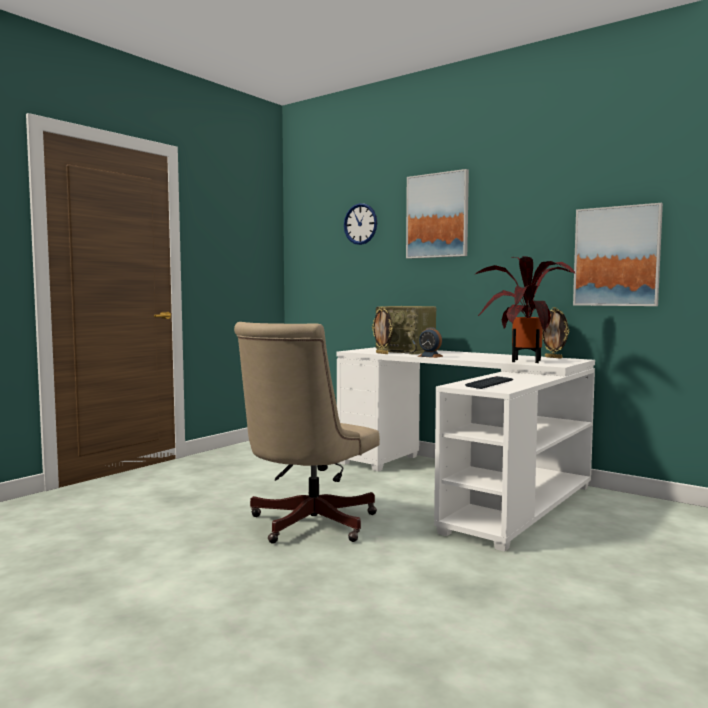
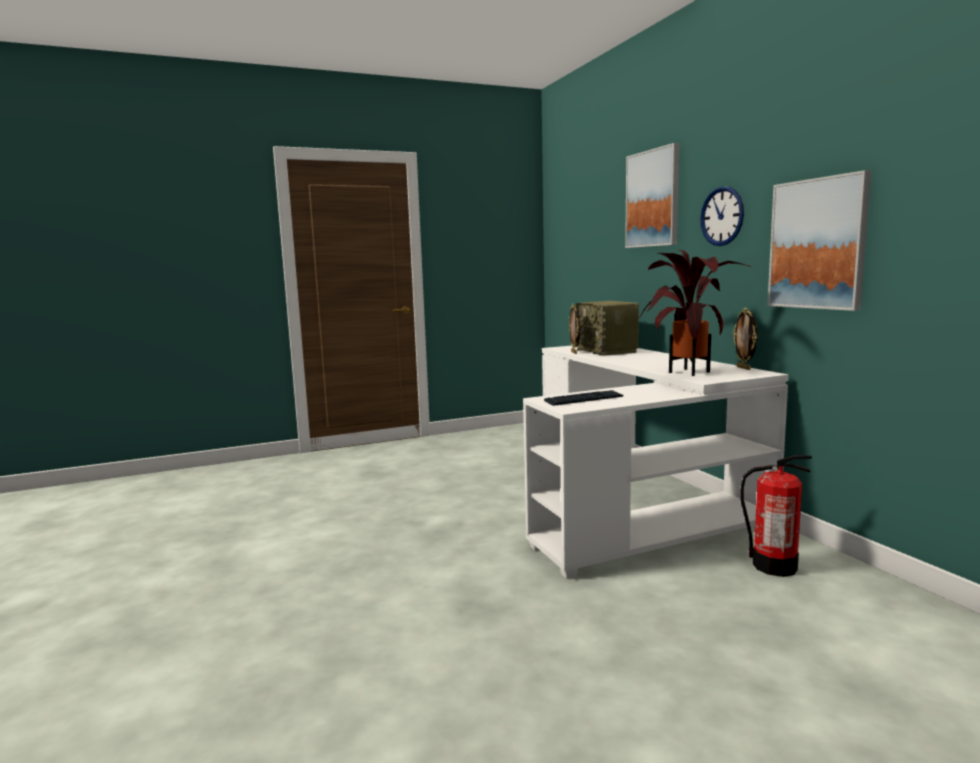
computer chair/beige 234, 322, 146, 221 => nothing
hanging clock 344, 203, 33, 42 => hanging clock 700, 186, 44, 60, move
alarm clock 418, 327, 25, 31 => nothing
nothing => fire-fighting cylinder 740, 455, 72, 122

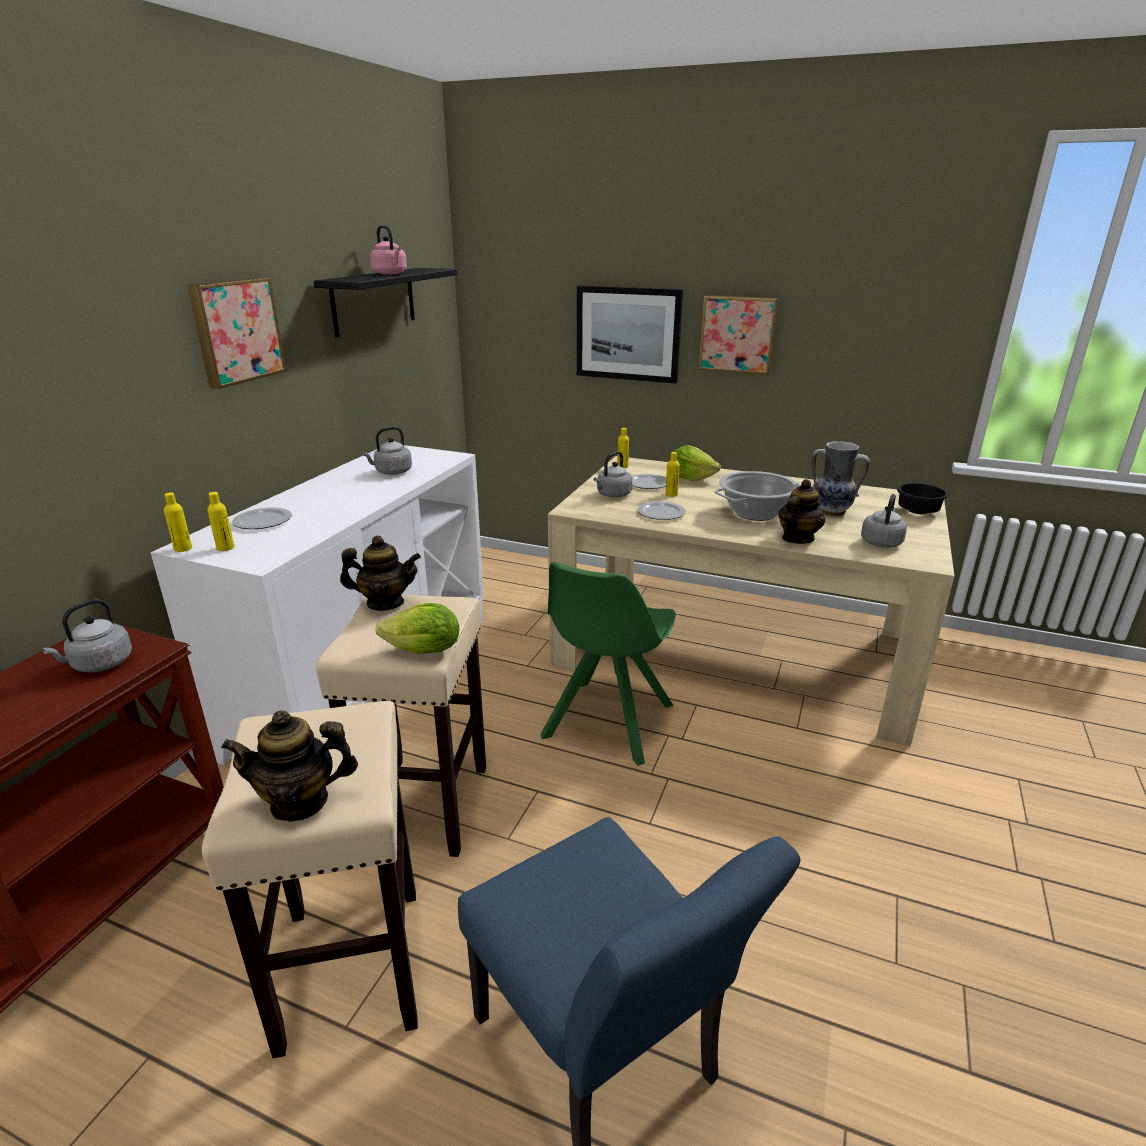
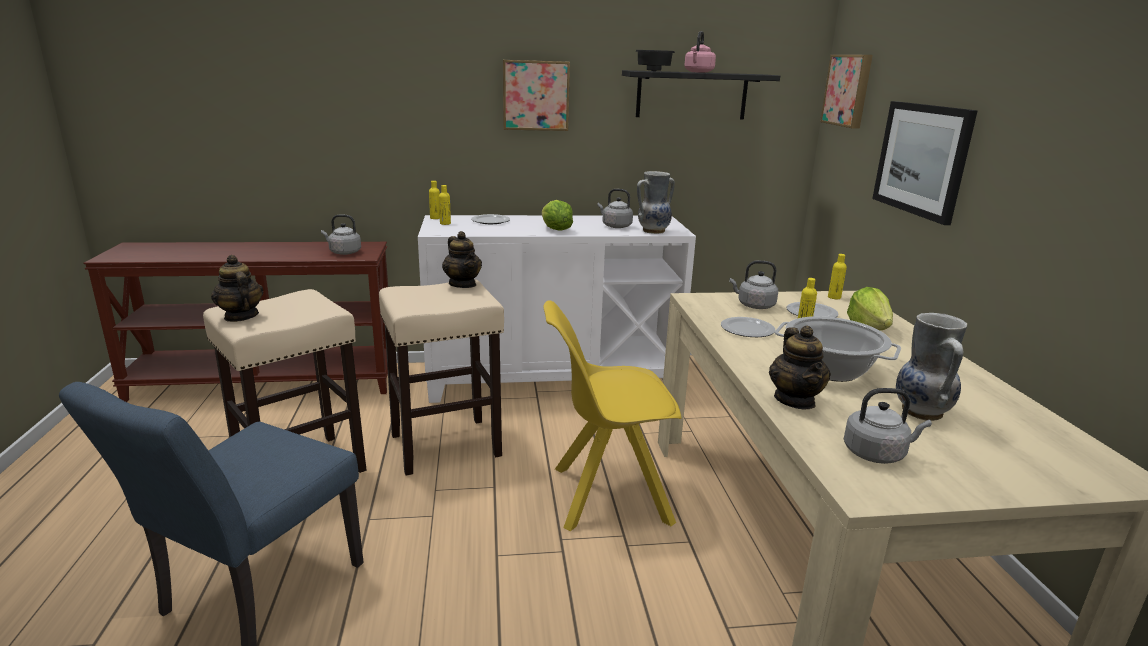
lettuce 375, 603, 84, 51 => lettuce 542, 200, 31, 31, move
plain chair/green-coloured 540, 562, 136, 204 => plain chair/yellow 543, 300, 139, 231
wall picture 698, 295, 81, 80 => wall picture 820, 55, 53, 74, move
teapot 779, 479, 46, 65 => teapot 769, 325, 62, 84, 75 degrees clockwise
deep dish/black 897, 483, 51, 31 => deep dish/black 635, 50, 40, 21, move
nothing => flower vase 637, 171, 38, 63

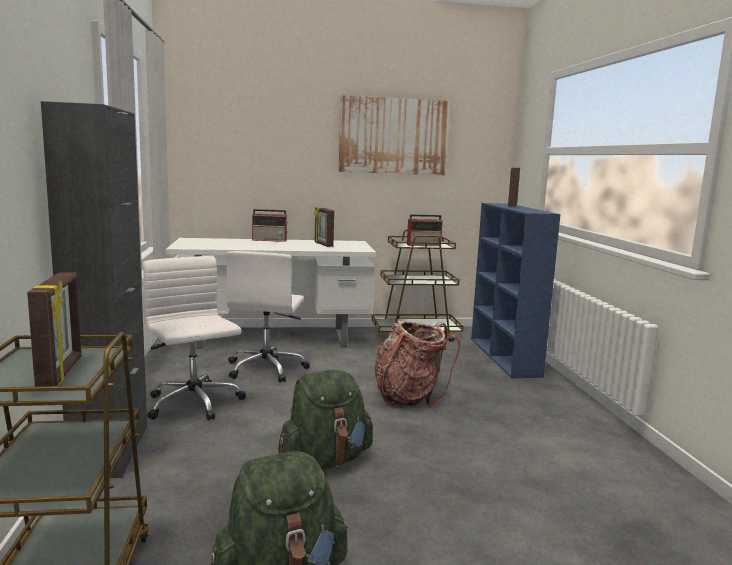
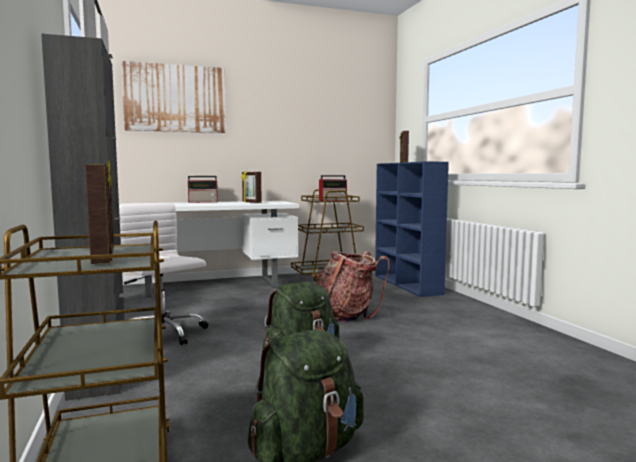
computer chair/whitish 226, 251, 84, 132 => nothing
wall picture 339, 95, 112, 80 => wall picture 121, 61, 105, 72, move

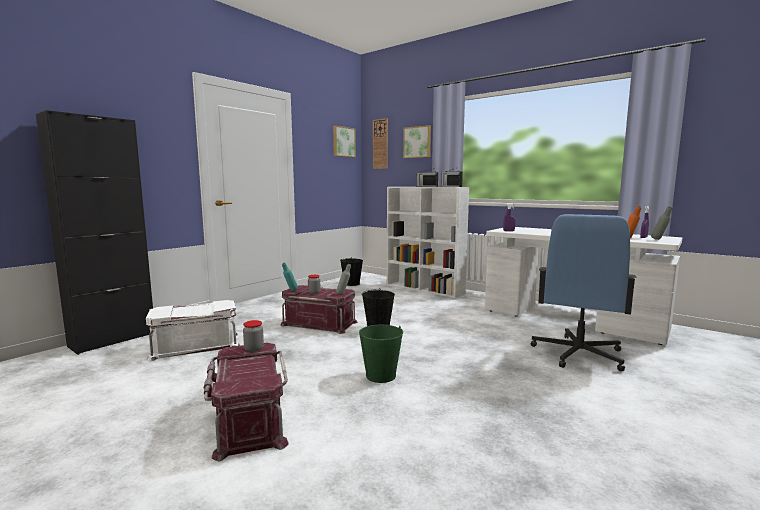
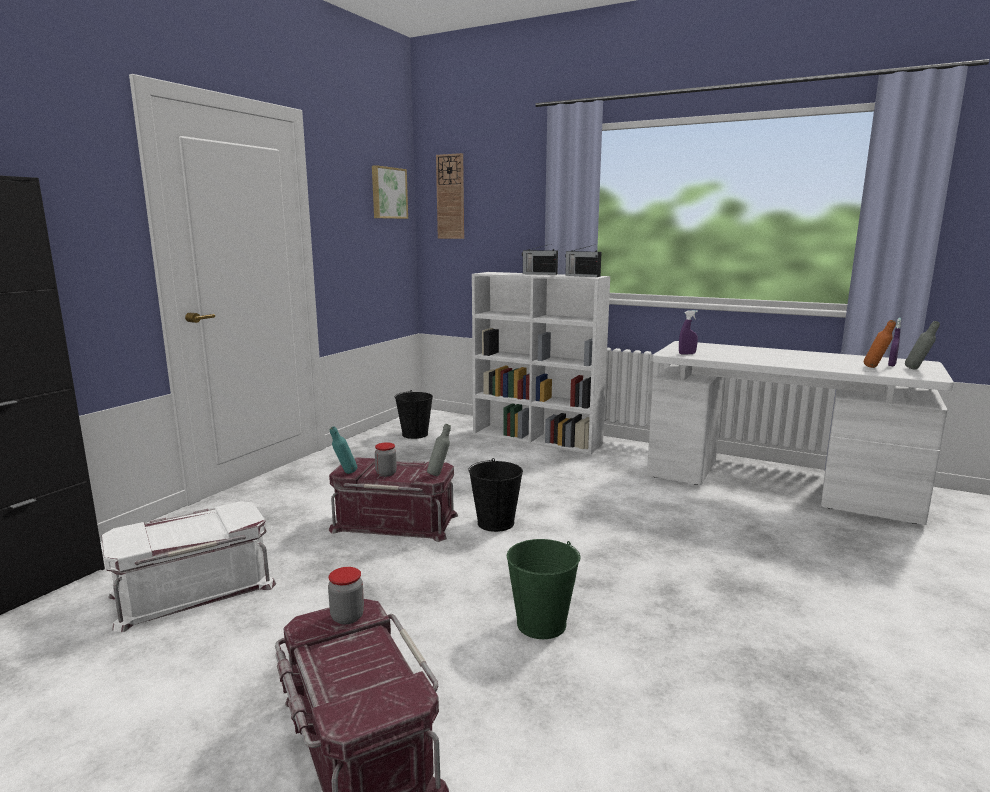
wall picture 403, 125, 28, 33 => nothing
computer chair/blue-coloured 530, 214, 107, 157 => nothing

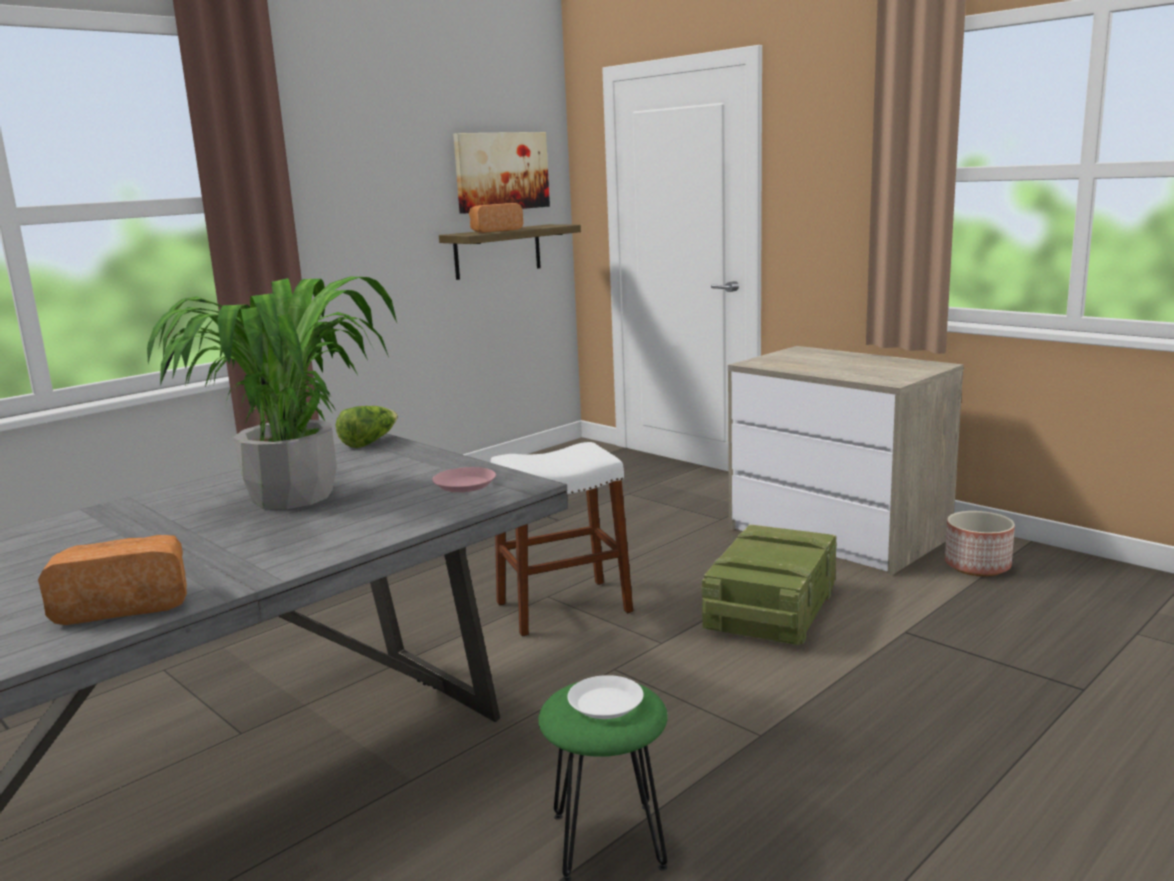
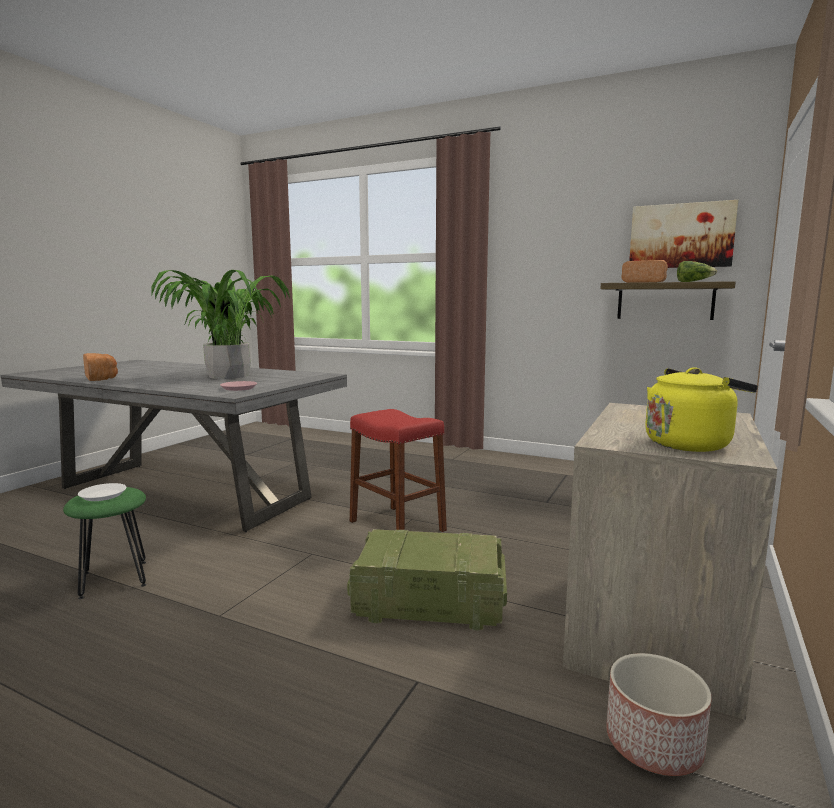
lettuce 336, 406, 62, 42 => lettuce 677, 261, 40, 21, move
stool seat/whitish 491, 442, 142, 195 => stool seat/red-coloured 350, 409, 97, 123
nothing => tea kettle/yellow 645, 367, 113, 85

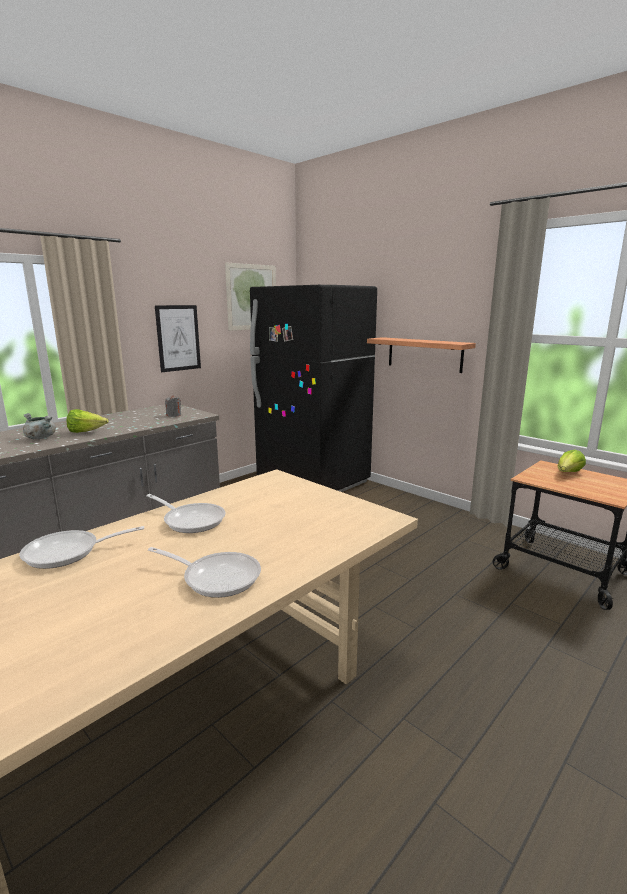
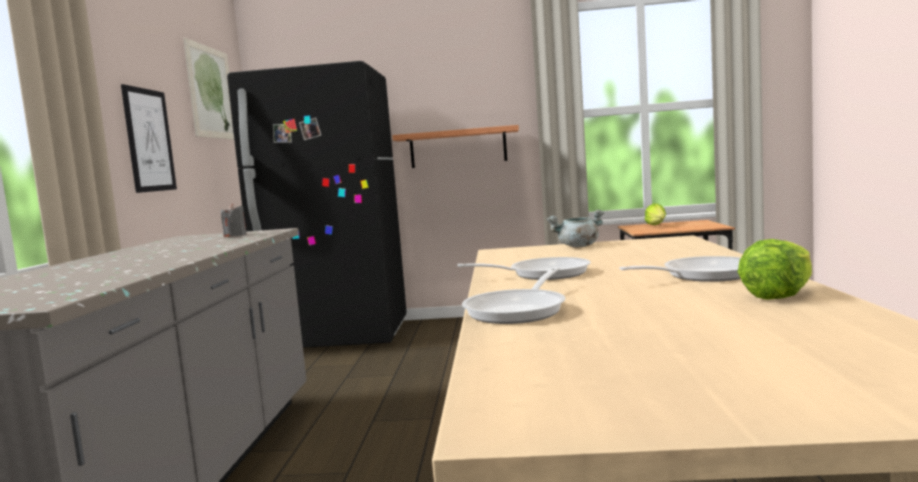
cooking pot/gray 23, 413, 33, 26 => cooking pot/gray 547, 210, 57, 37, move
lettuce 67, 409, 41, 24 => lettuce 738, 239, 74, 61, move

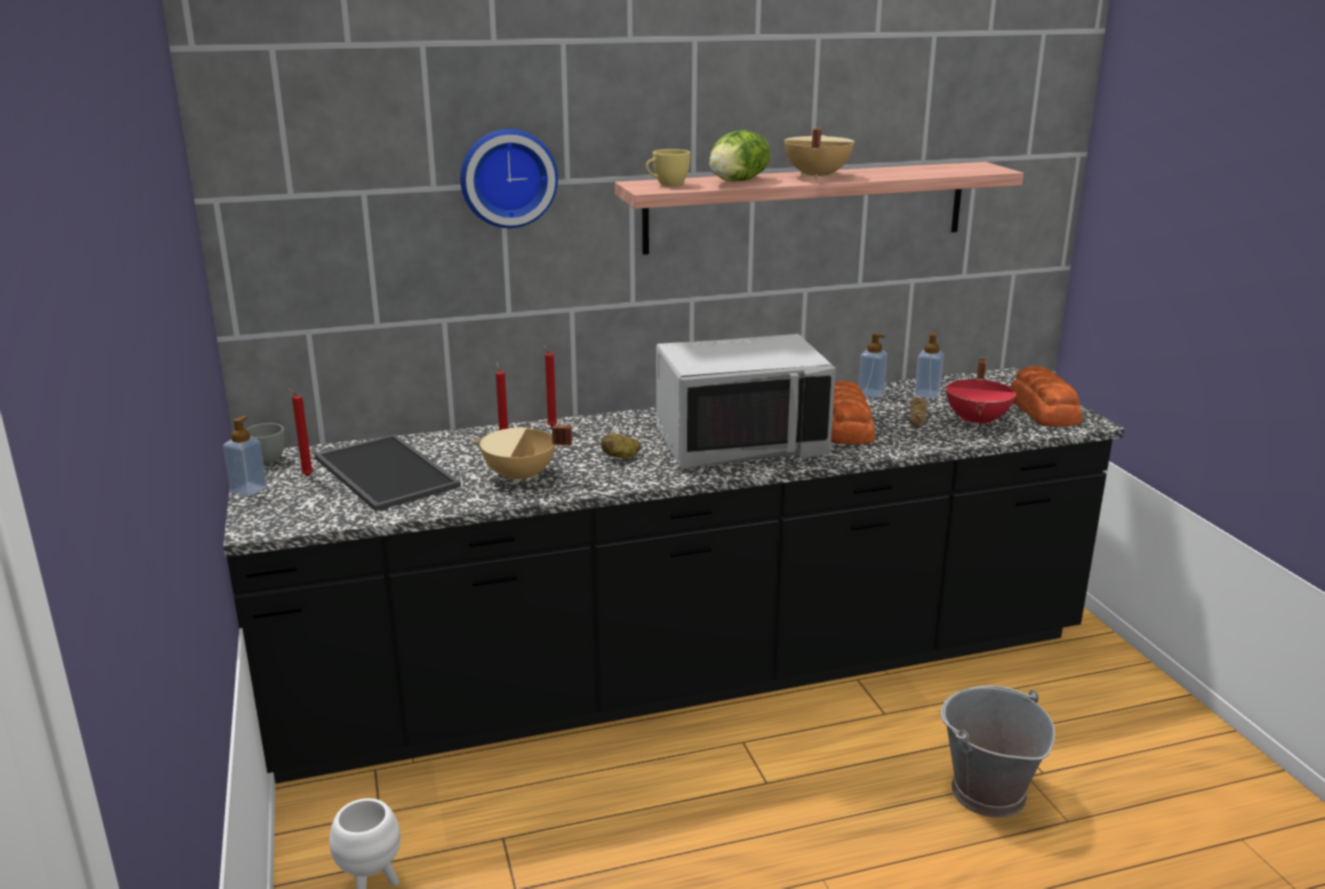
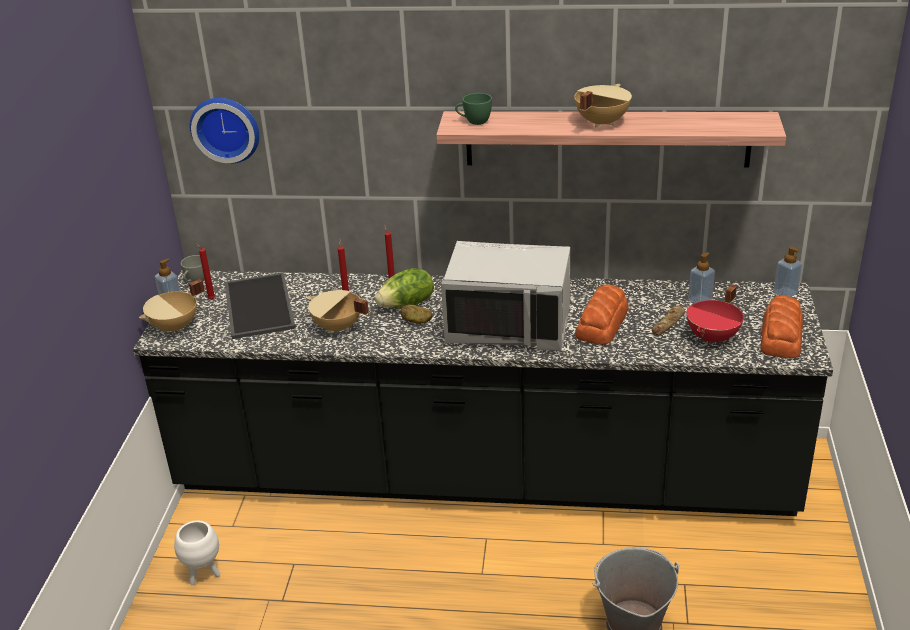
hanging clock 460, 129, 98, 99 => hanging clock 190, 98, 69, 66, move
cup/yellow 646, 149, 44, 37 => cup/green-coloured 455, 93, 37, 32
lettuce 709, 130, 61, 52 => lettuce 375, 268, 59, 40, move
soap dispenser 858, 333, 29, 65 => soap dispenser 773, 247, 29, 50, move
nothing => cooking pot/beige 139, 279, 66, 53

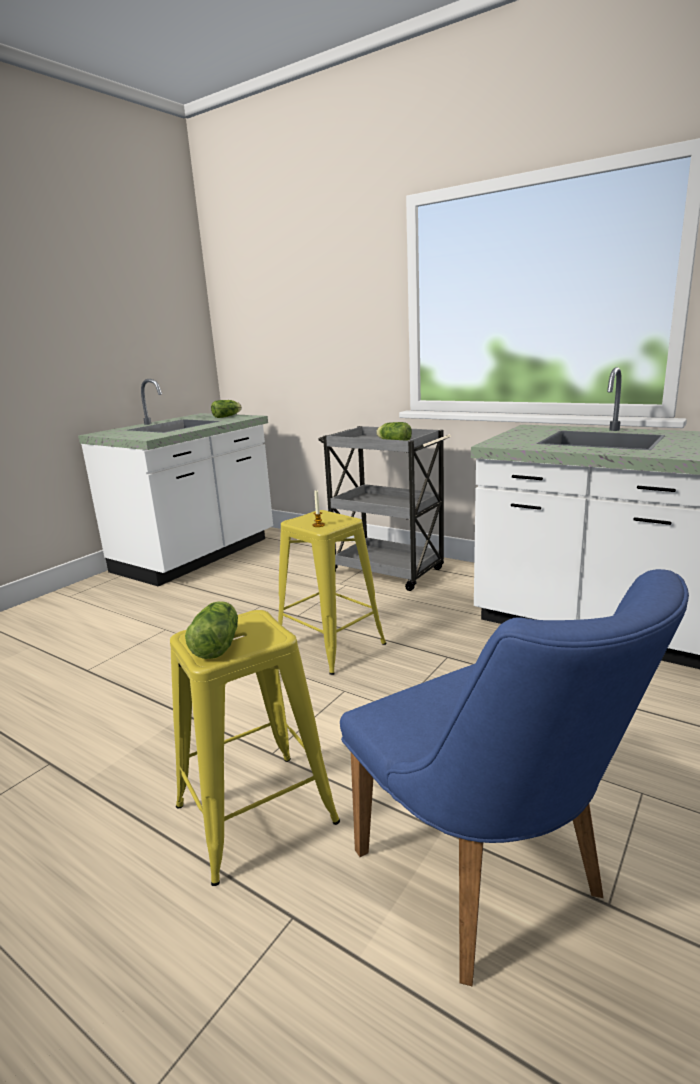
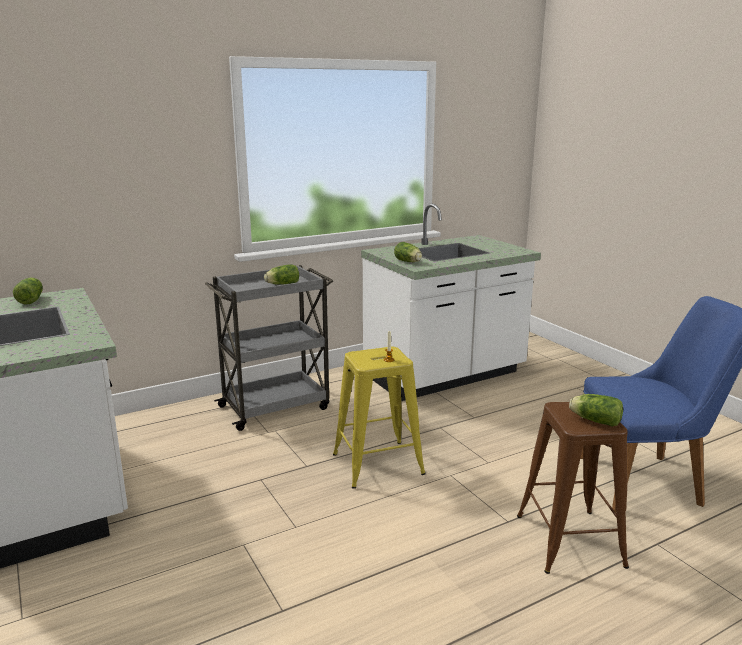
stool seat/yellow 170, 610, 170, 276 => stool seat/brown 517, 402, 112, 172
nothing => lettuce 394, 242, 28, 20

